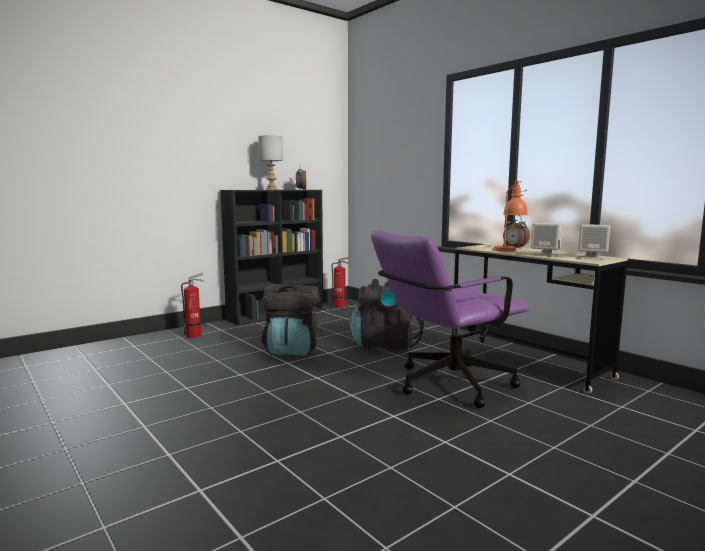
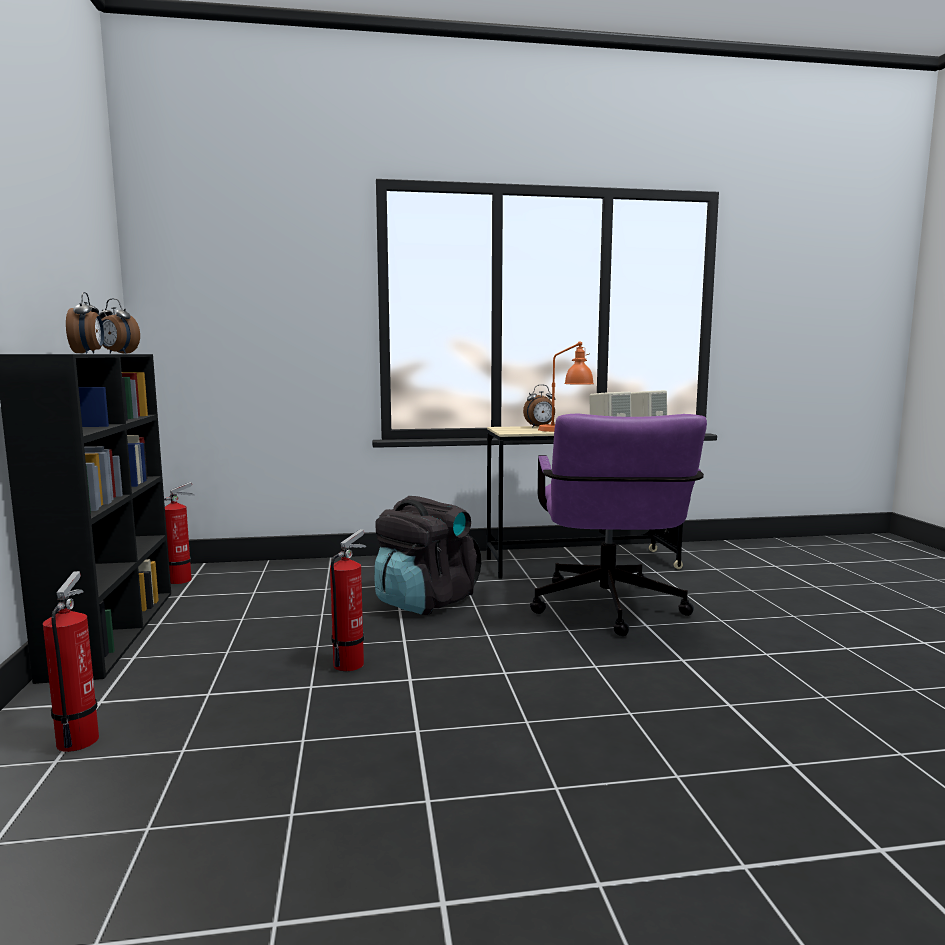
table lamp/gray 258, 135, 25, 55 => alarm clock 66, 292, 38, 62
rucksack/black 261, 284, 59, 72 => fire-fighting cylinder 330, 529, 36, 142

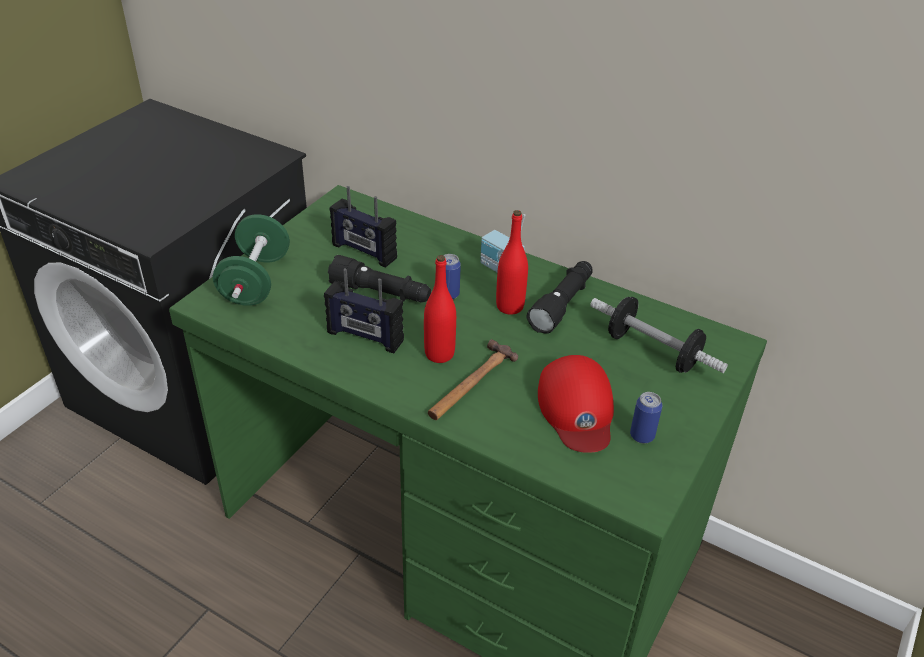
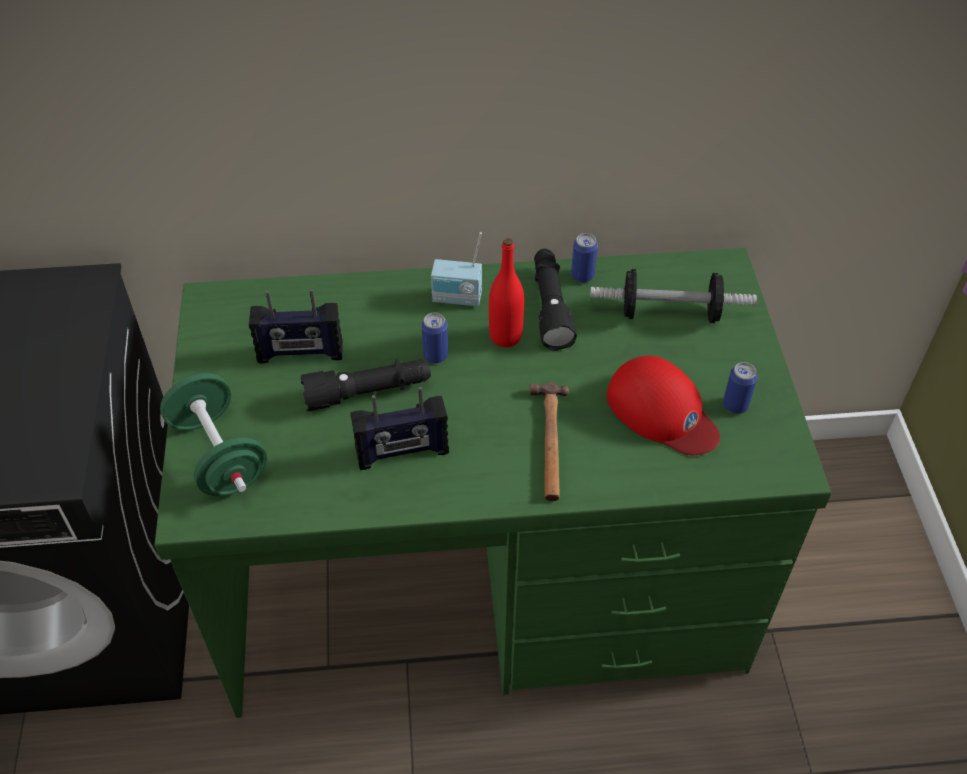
bottle/red-coloured 424, 255, 32, 108 => nothing
nothing => can 571, 233, 27, 50

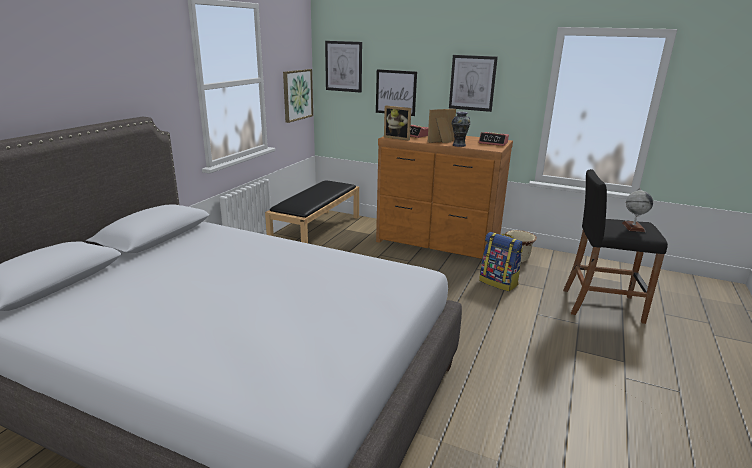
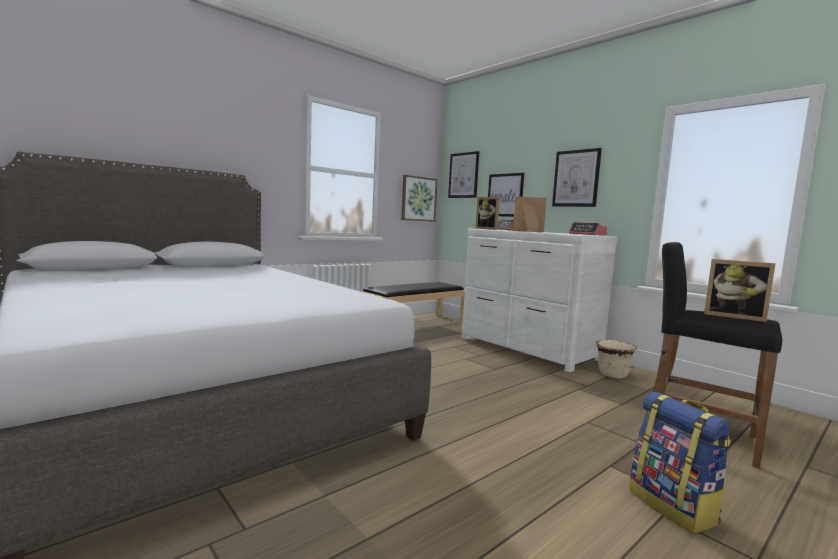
chest of drawers/brown 376, 136, 137, 123 => chest of drawers/whitish 462, 229, 156, 143
flower vase 451, 111, 20, 36 => nothing
rucksack 479, 232, 44, 60 => rucksack 629, 392, 102, 142, move
globe 622, 188, 31, 44 => photo frame 704, 259, 71, 63

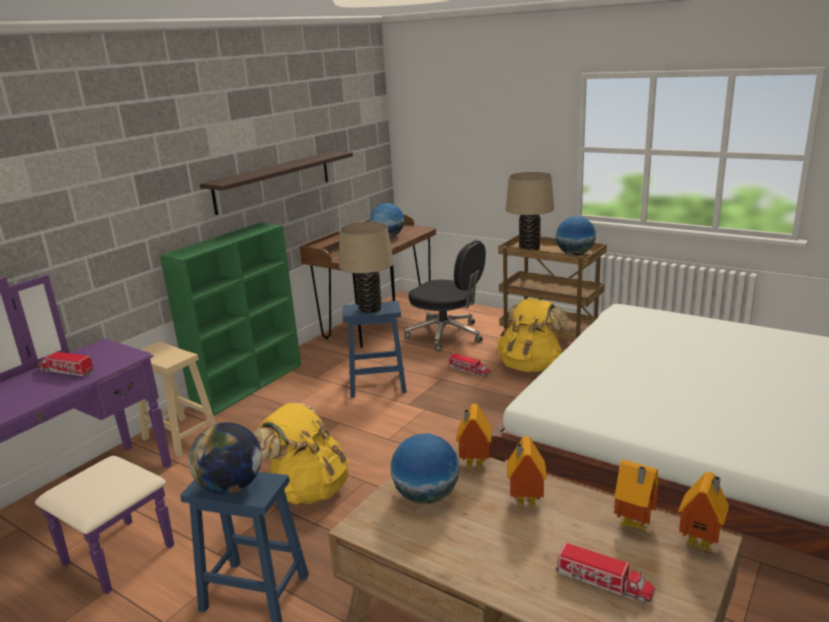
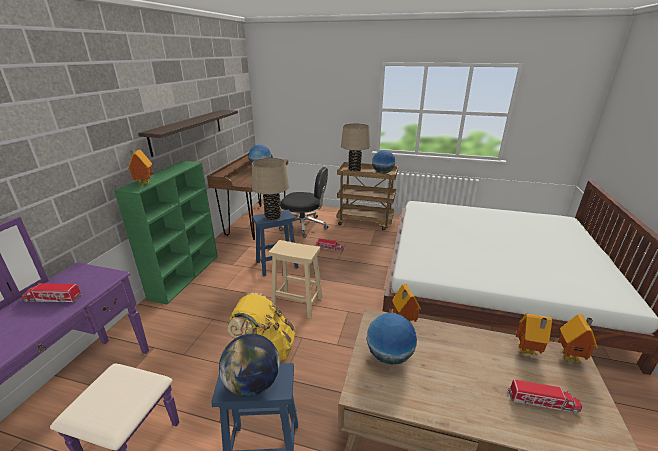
stool seat/beige 138, 341, 78, 117 => stool seat/beige 268, 240, 55, 79, move
rucksack/yellow 497, 298, 71, 74 => nothing
model house 507, 436, 40, 75 => model house 128, 150, 25, 36, move

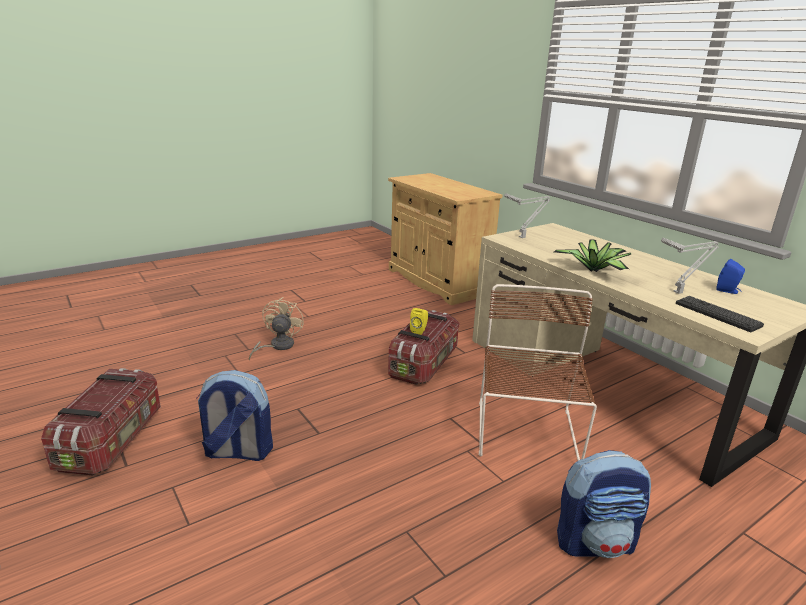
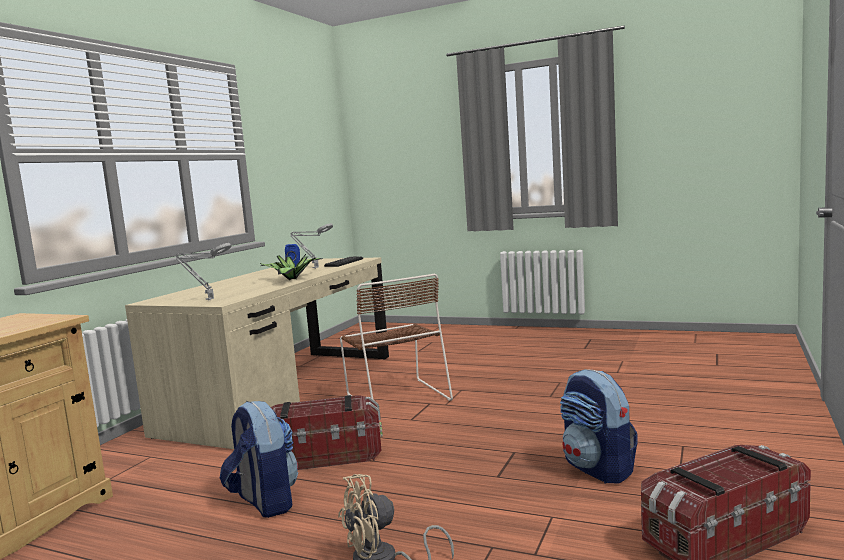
audio speaker/yellow 410, 308, 18, 27 => nothing
plain chair/brown 479, 284, 118, 177 => plain chair/brown 340, 273, 113, 128, 90 degrees counterclockwise
rucksack 557, 450, 94, 108 => rucksack 220, 401, 78, 117, move

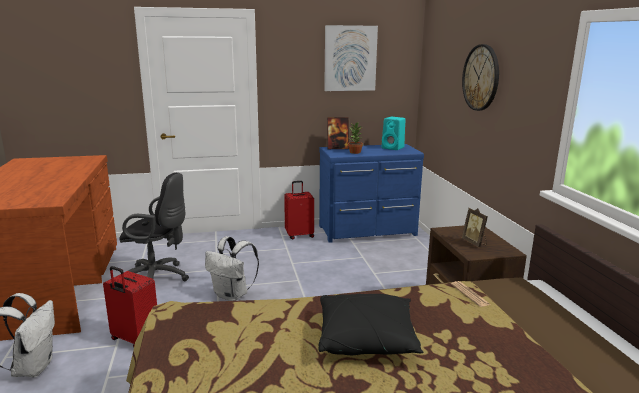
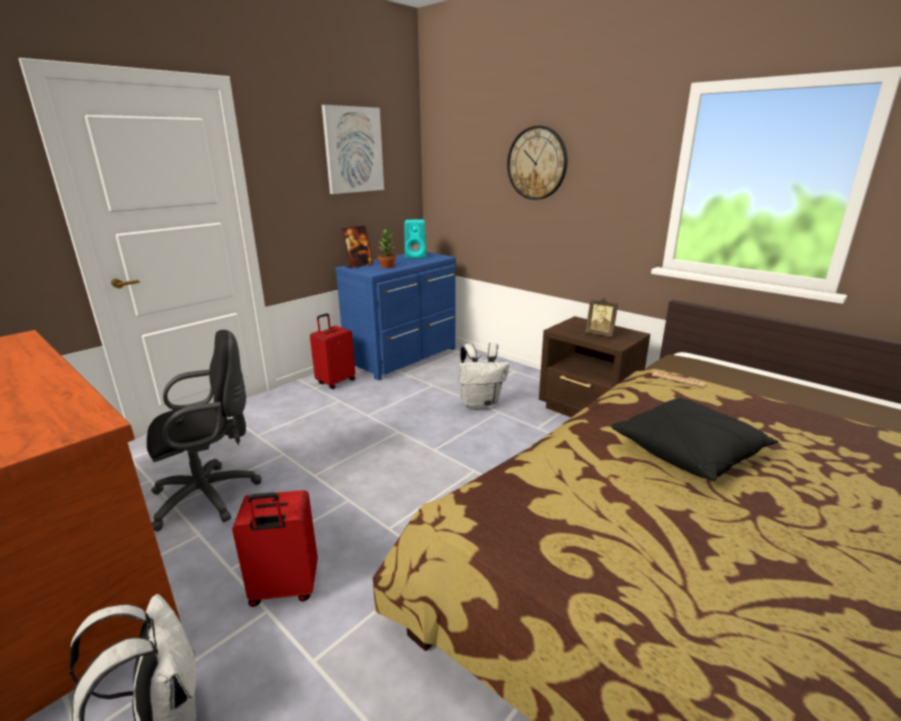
rucksack/whitish 205, 236, 54, 65 => rucksack/whitish 458, 343, 51, 67, move

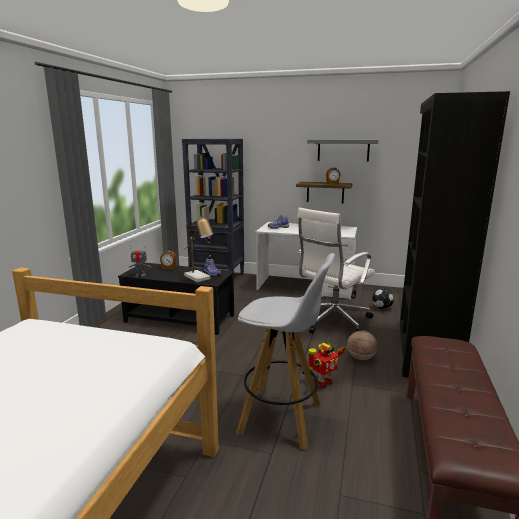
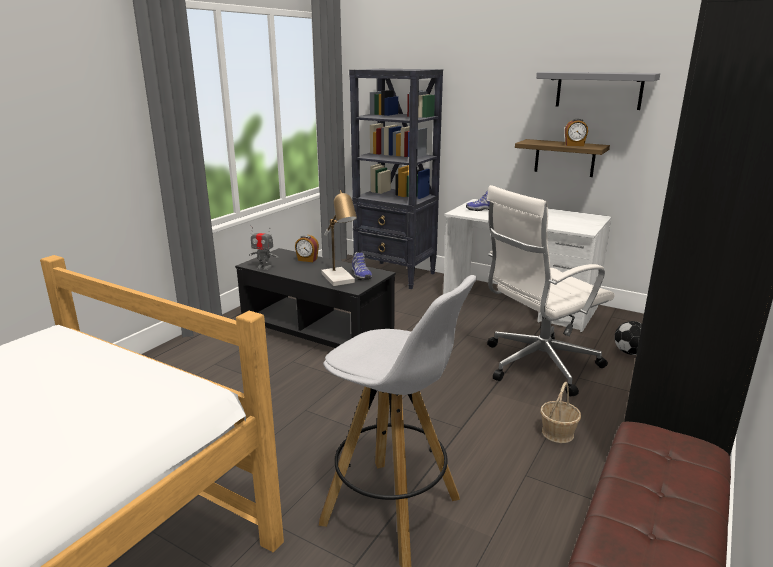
model robot 308, 343, 39, 45 => nothing
basketball ball 347, 330, 30, 30 => household basket 540, 382, 41, 61

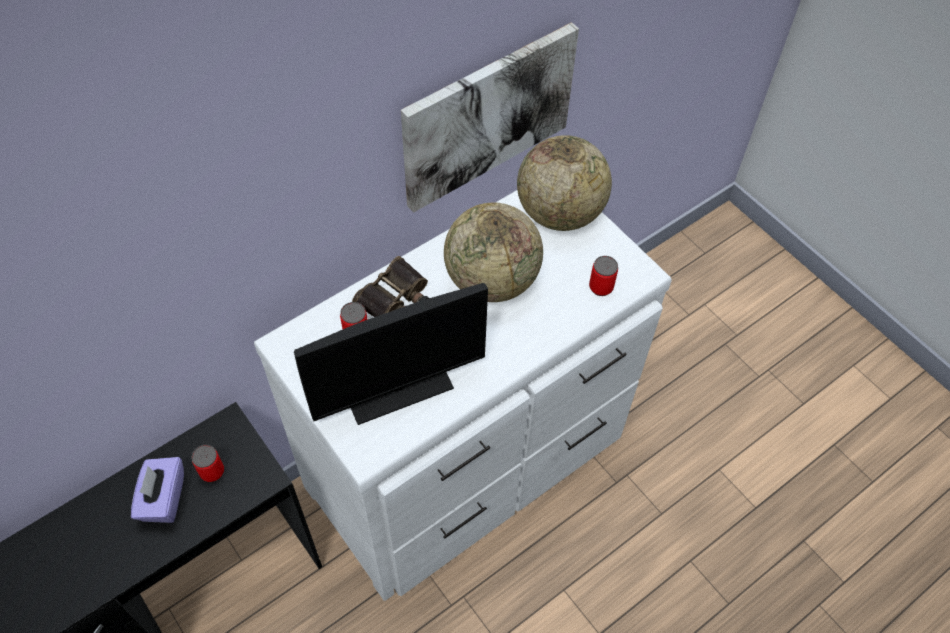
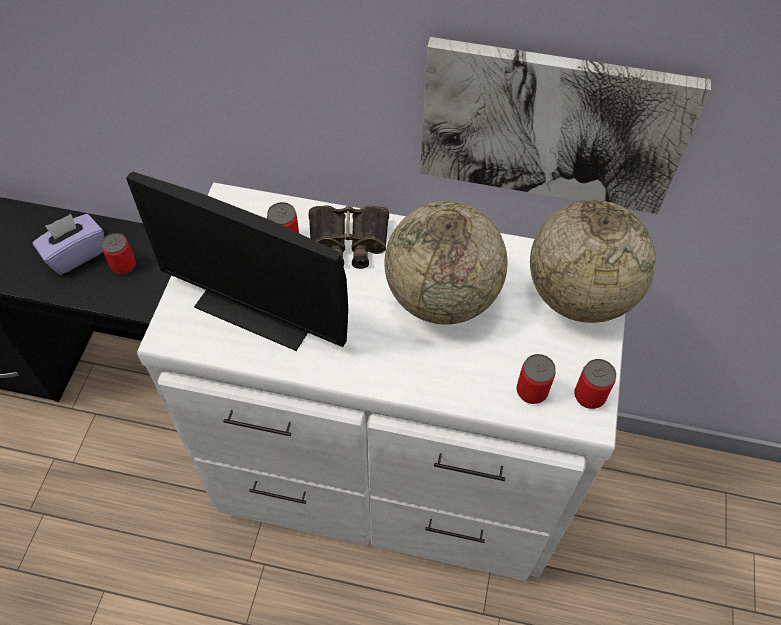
nothing => can 574, 359, 42, 50

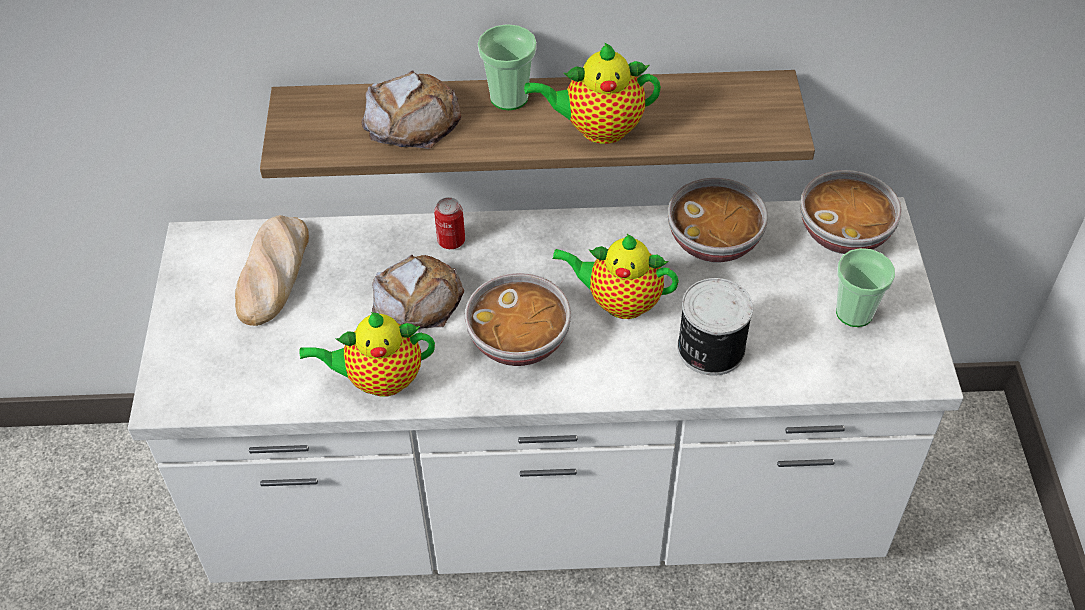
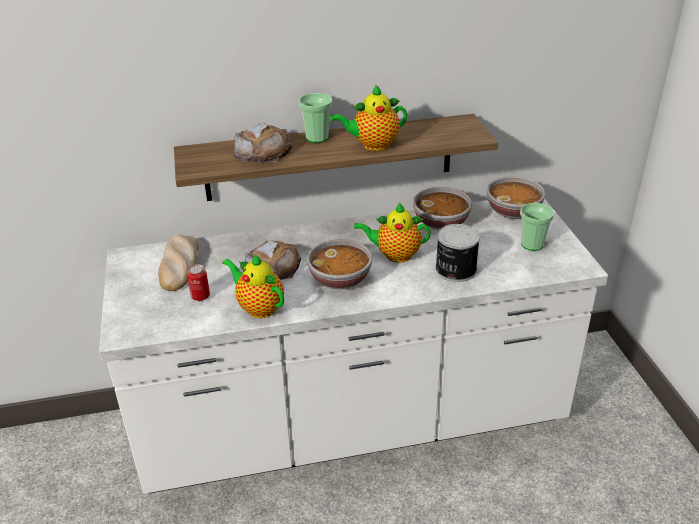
teapot 299, 312, 136, 85 => teapot 222, 253, 62, 65, 60 degrees clockwise
can 434, 197, 31, 52 => can 187, 264, 23, 37, move

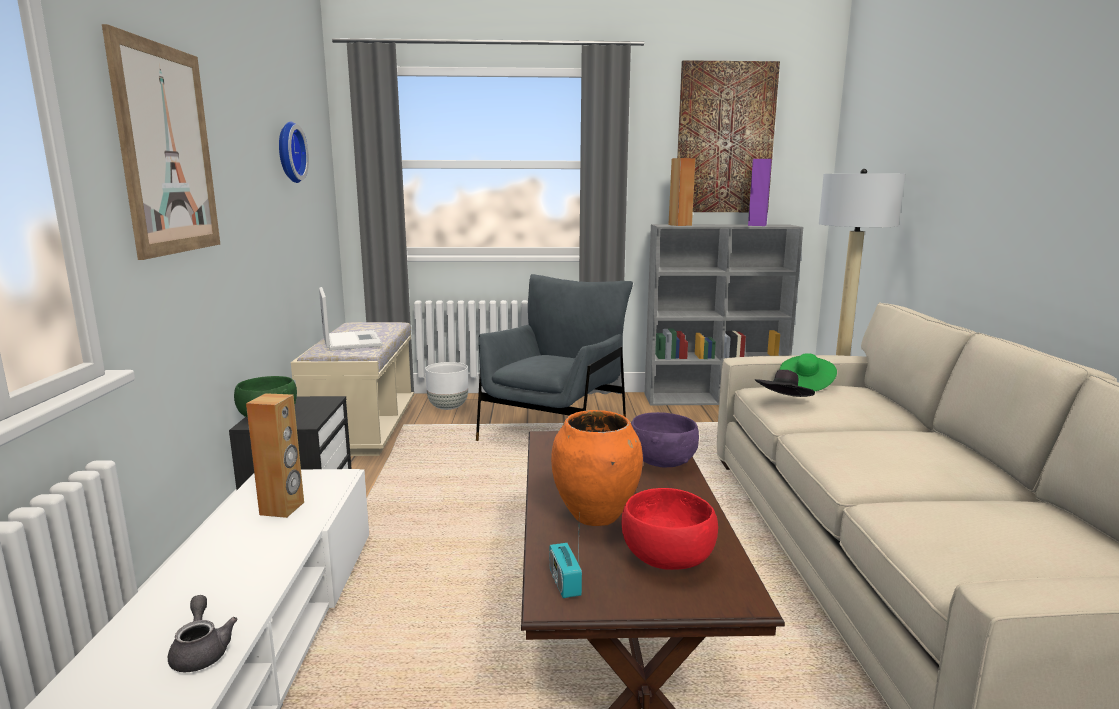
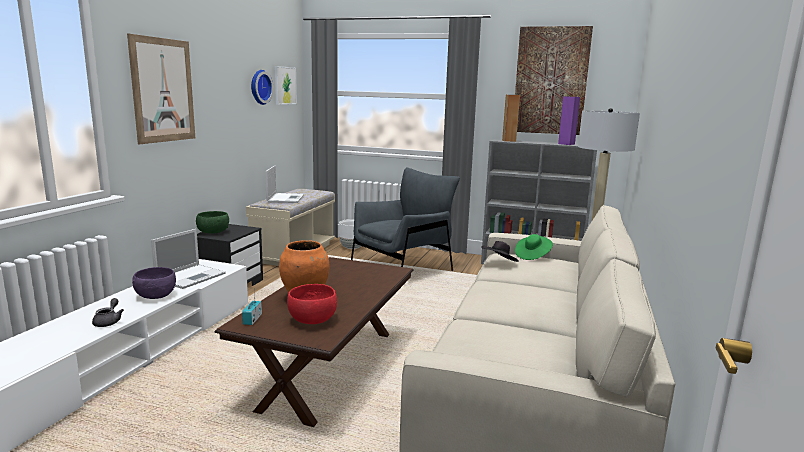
audio speaker/brown 246, 393, 58, 125 => notebook computer 151, 229, 75, 60
deep dish/purplish 631, 412, 68, 55 => deep dish/purplish 132, 267, 44, 32, move
nothing => wall picture 275, 66, 22, 39

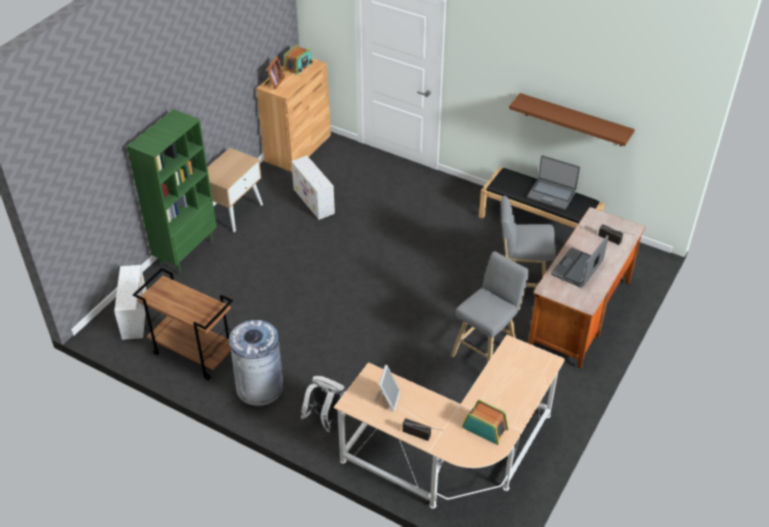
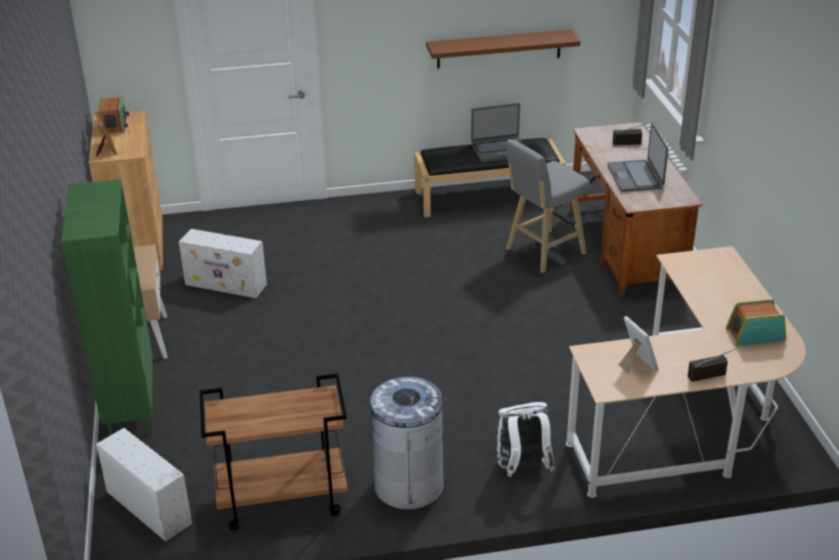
stool seat/gray 451, 251, 78, 112 => nothing

